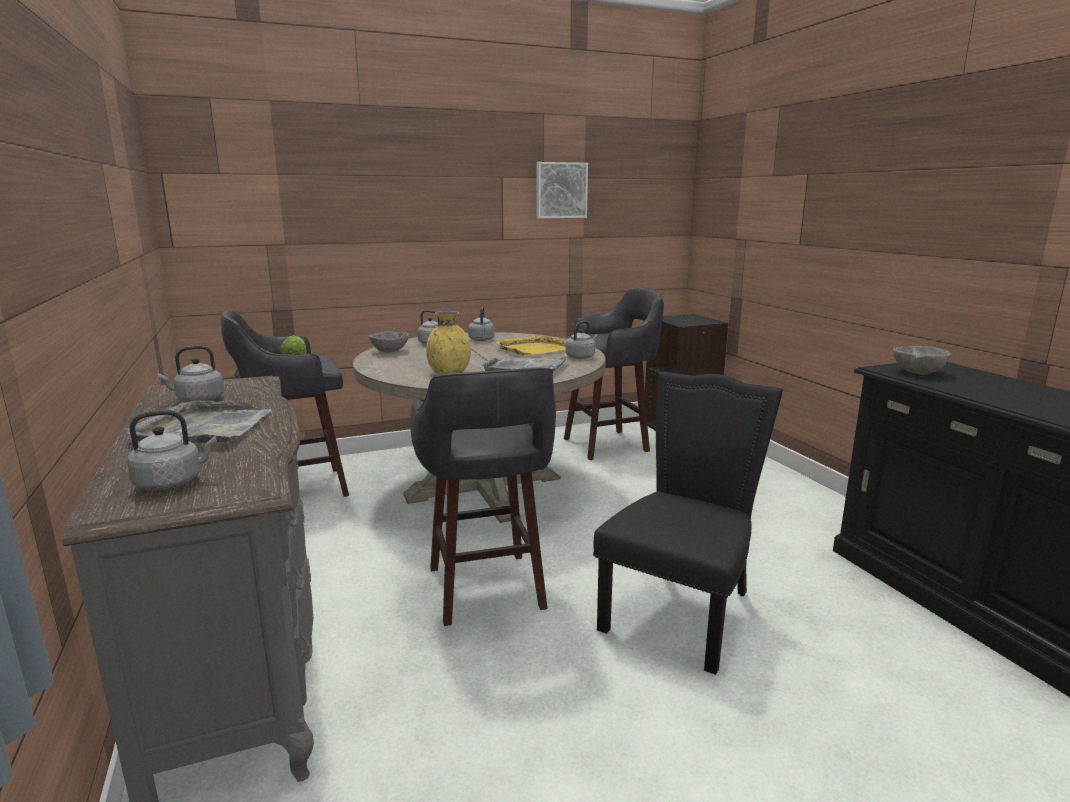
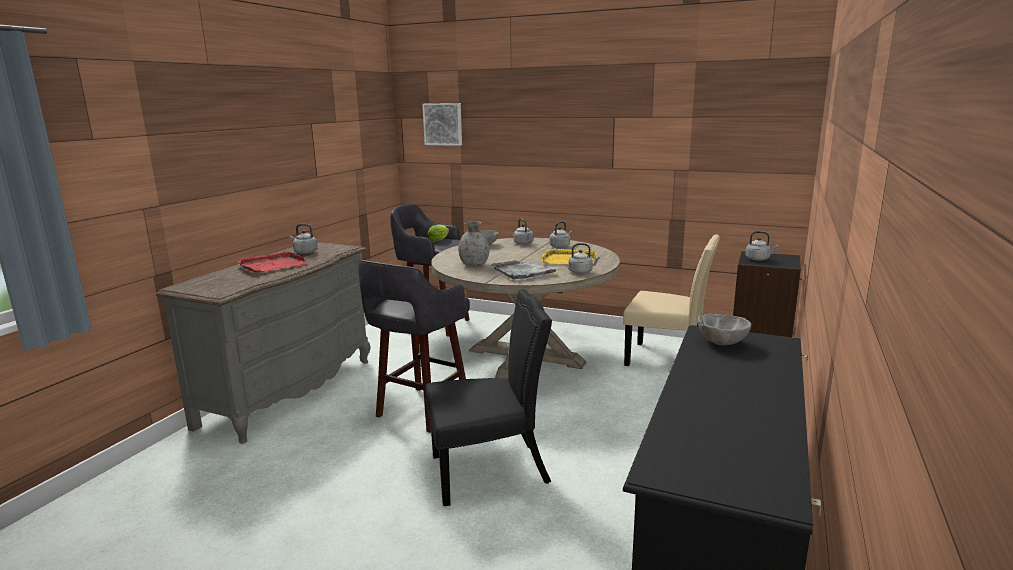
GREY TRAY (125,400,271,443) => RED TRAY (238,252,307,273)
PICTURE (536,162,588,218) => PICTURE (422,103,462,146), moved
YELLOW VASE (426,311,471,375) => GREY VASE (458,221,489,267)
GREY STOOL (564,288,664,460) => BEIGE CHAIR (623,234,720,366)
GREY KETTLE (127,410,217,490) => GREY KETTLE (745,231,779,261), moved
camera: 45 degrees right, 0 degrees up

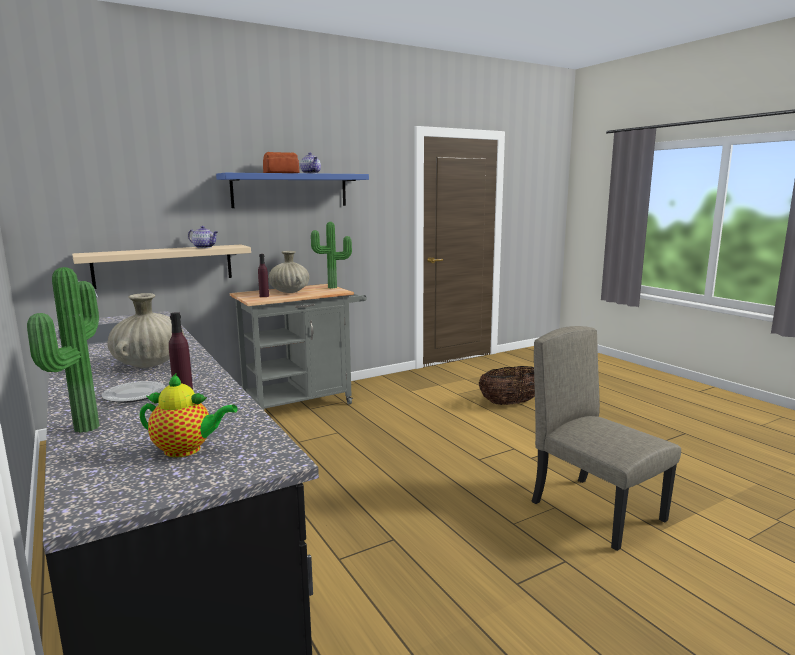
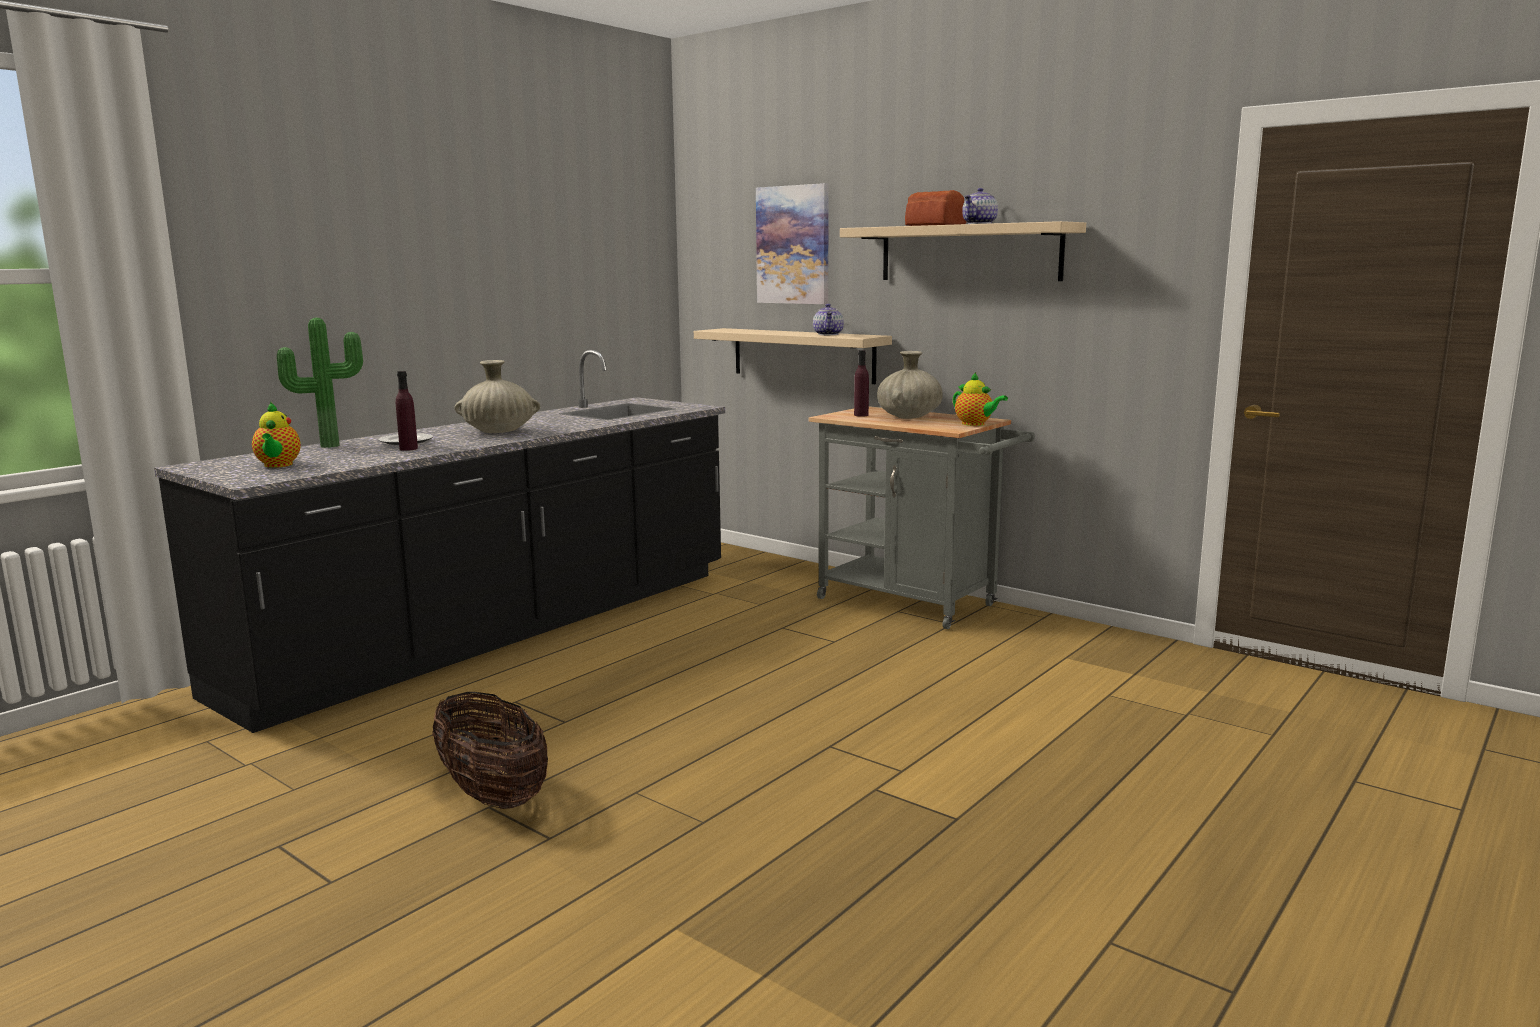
BASKET (479,366,535,405) => BASKET (432,692,548,809), moved
nothing => PICTURE (756,183,829,304)
BLUE SHELF (216,173,369,208) => BEIGE SHELF (840,221,1086,281)
POTTED PLANT (311,222,352,288) => TEAPOT (953,372,1008,426)
BEIGE CHAIR (531,326,681,551) => nothing
camera: 70 degrees right, 0 degrees up

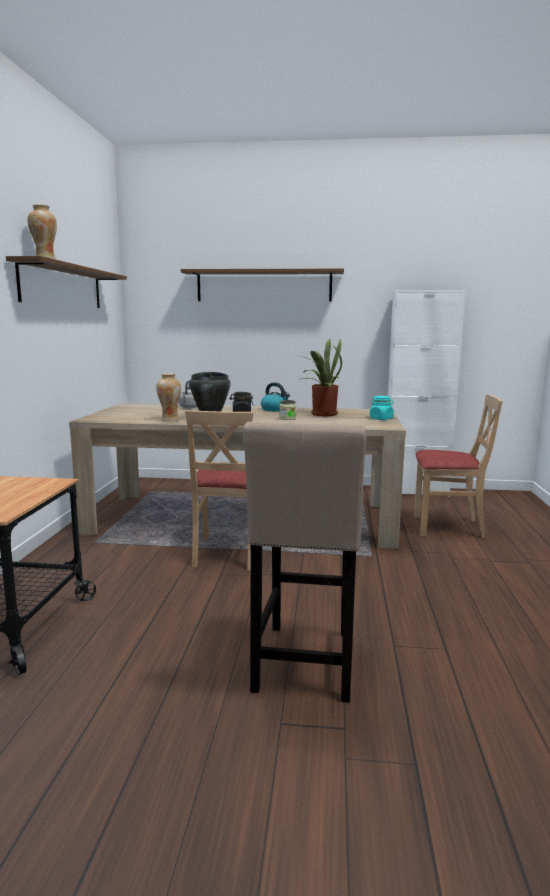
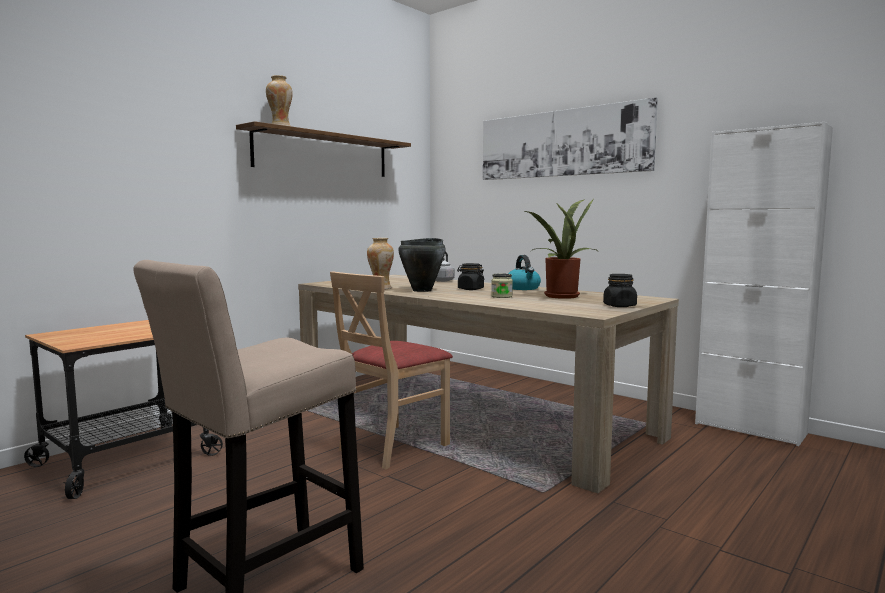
SHELF (181,269,344,302) => PICTURE (483,98,658,180)
TURQUOISE JAR (370,396,394,420) => BLACK JAR (603,274,637,307)
BEIGE CHAIR (414,394,502,538) => nothing
camera: 35 degrees right, 5 degrees down

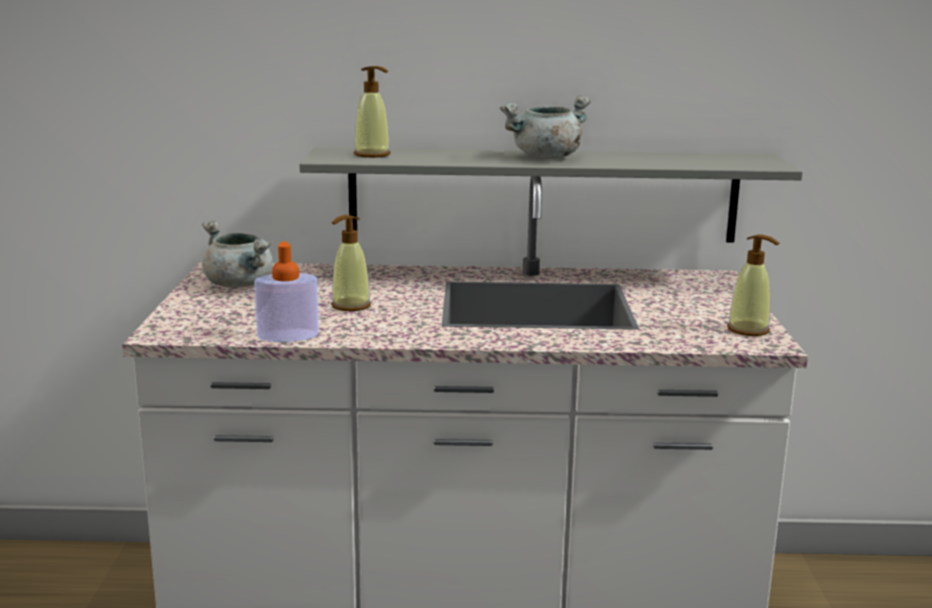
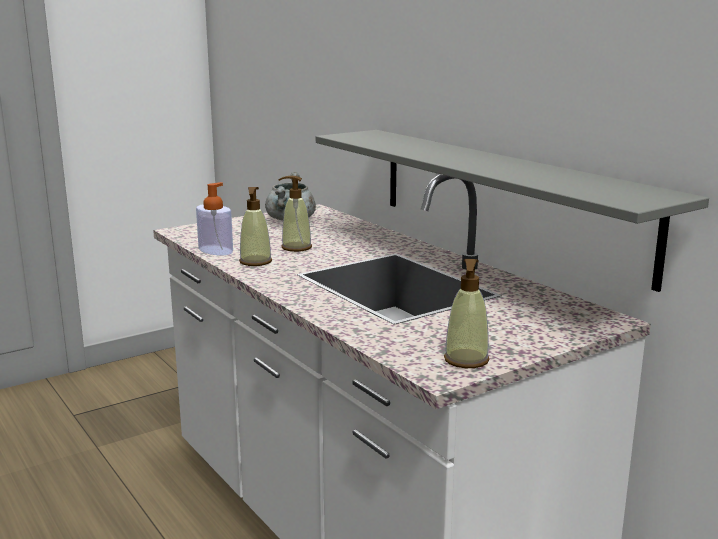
SOAP DISPENSER (354,66,391,158) => SOAP DISPENSER (239,187,272,266), moved
GREY COOKING POT (500,96,591,159) => nothing
camera: 55 degrees right, 0 degrees up

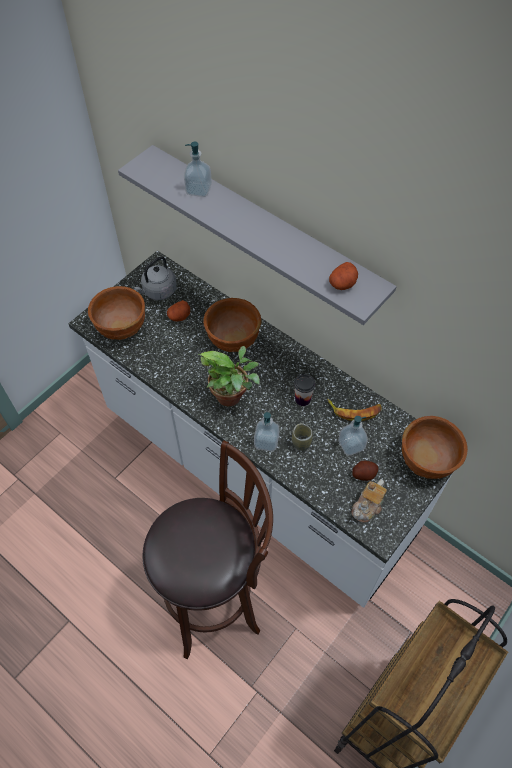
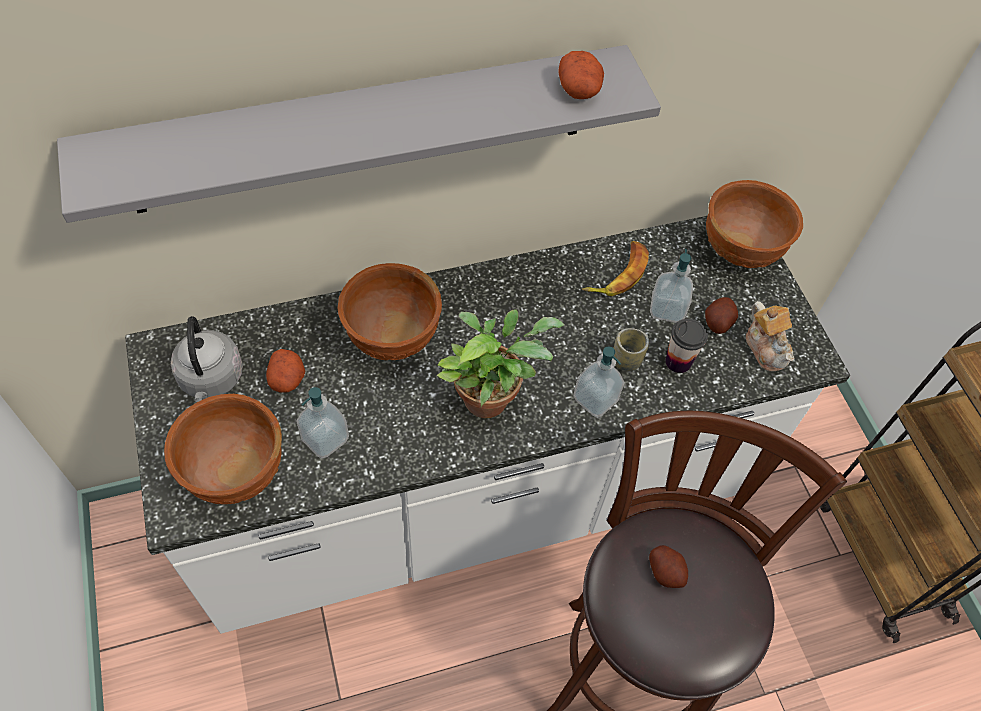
SOAP DISPENSER (184,141,212,197) => SOAP DISPENSER (296,387,349,458), moved
nothing => POTATO (649,545,688,588)
CUP (294,374,315,406) => CUP (665,319,708,373), moved
camera: 60 degrees left, 0 degrees up

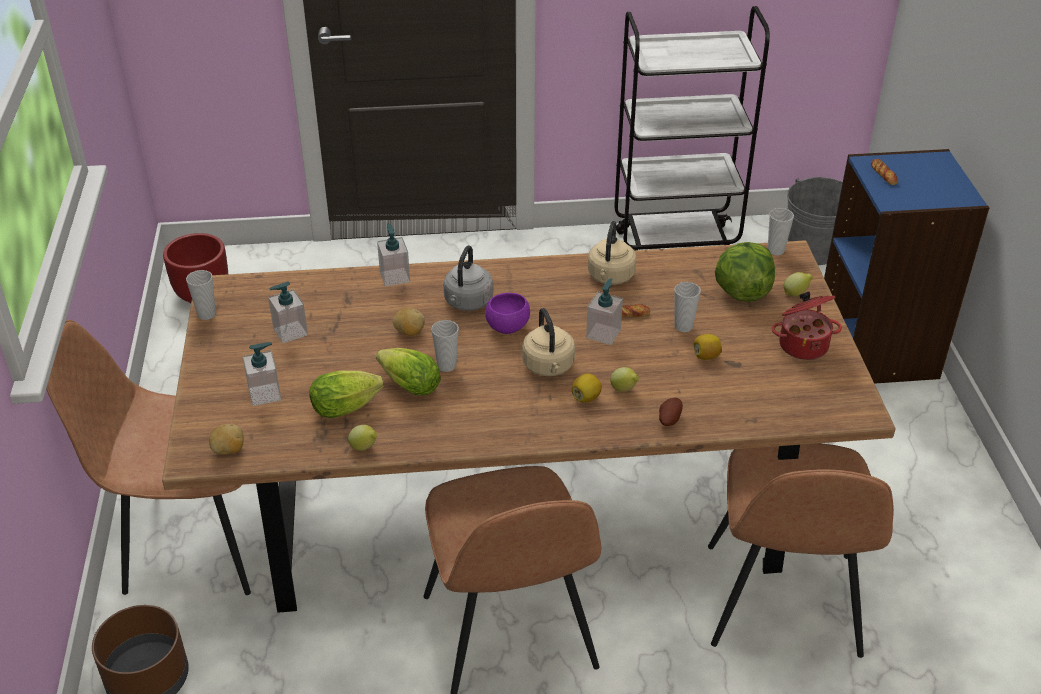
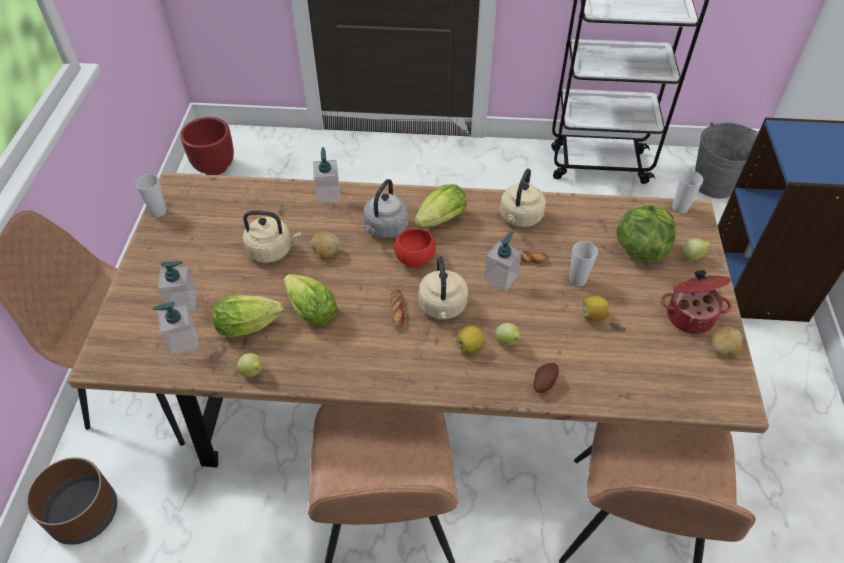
SOAP DISPENSER (268,282,308,343) => SOAP DISPENSER (153,302,199,356), moved
nothing => BEIGE KETTLE (243,210,301,263)
BREAD (871,159,898,185) => BREAD (390,289,405,330), moved
PURPLE BOWL (485,293,530,334) => RED BOWL (394,228,436,267)
nothing => LETTUCE (414,184,467,227)
POTATO (209,424,244,455) => POTATO (712,327,743,355), moved
CUP (431,320,459,372) => nothing
camera: 10 degrees right, 10 degrees up

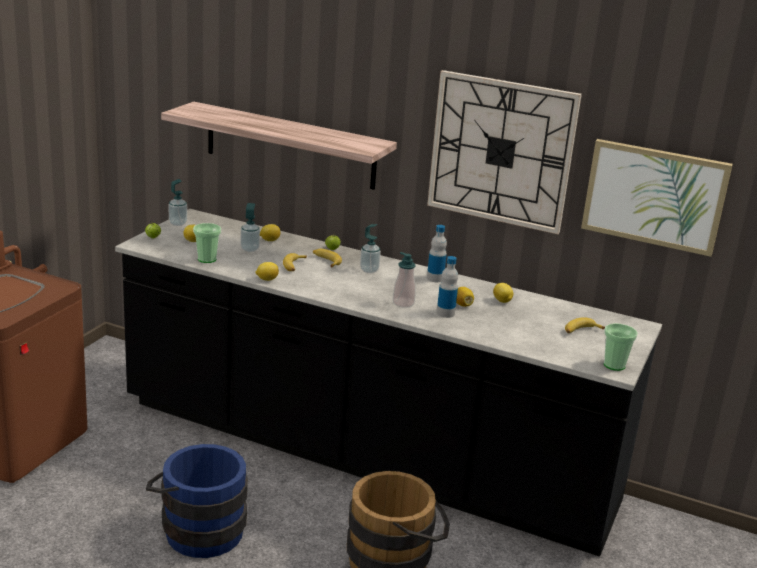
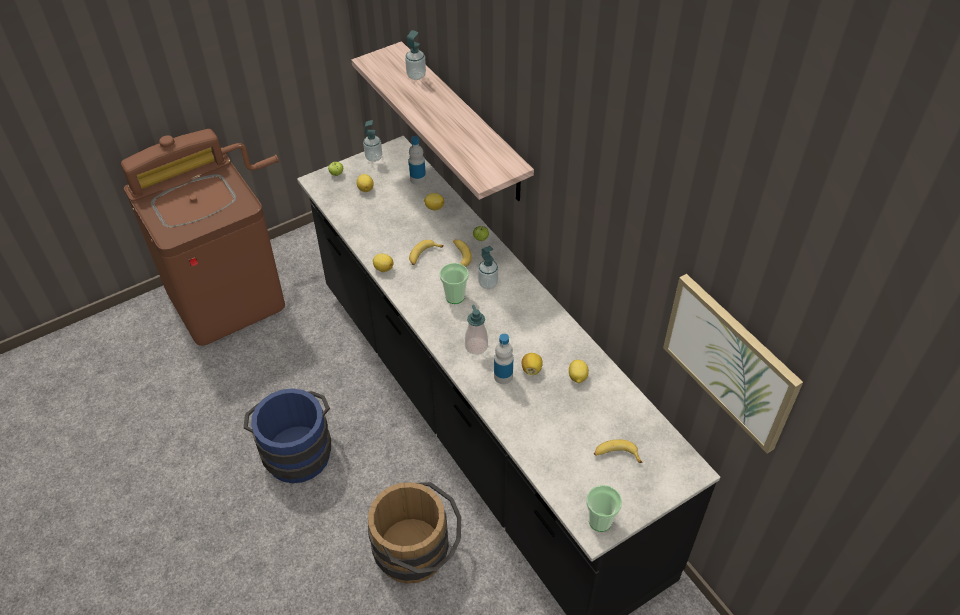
SOAP DISPENSER (241,203,260,252) => SOAP DISPENSER (405,30,426,80), moved
BOTTLE (427,225,447,282) => BOTTLE (409,136,426,185), moved
CUP (193,223,221,263) => CUP (439,263,469,304), moved
WALL CLOCK (427,70,582,234) => nothing
camera: 35 degrees right, 25 degrees up

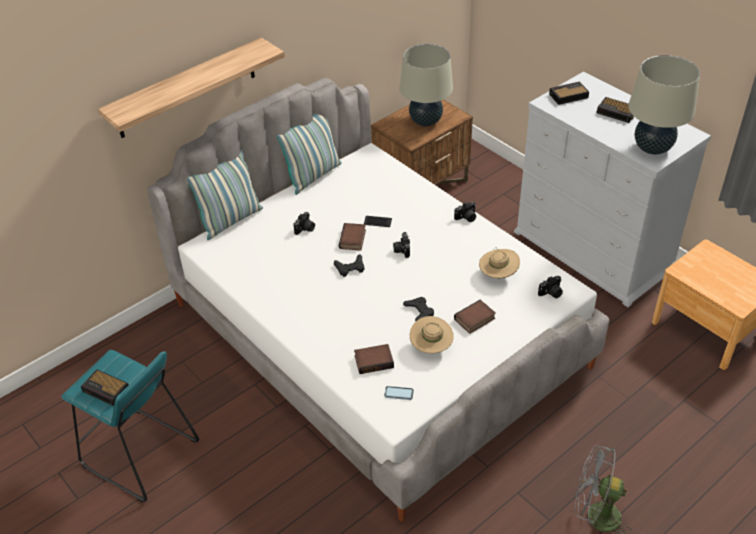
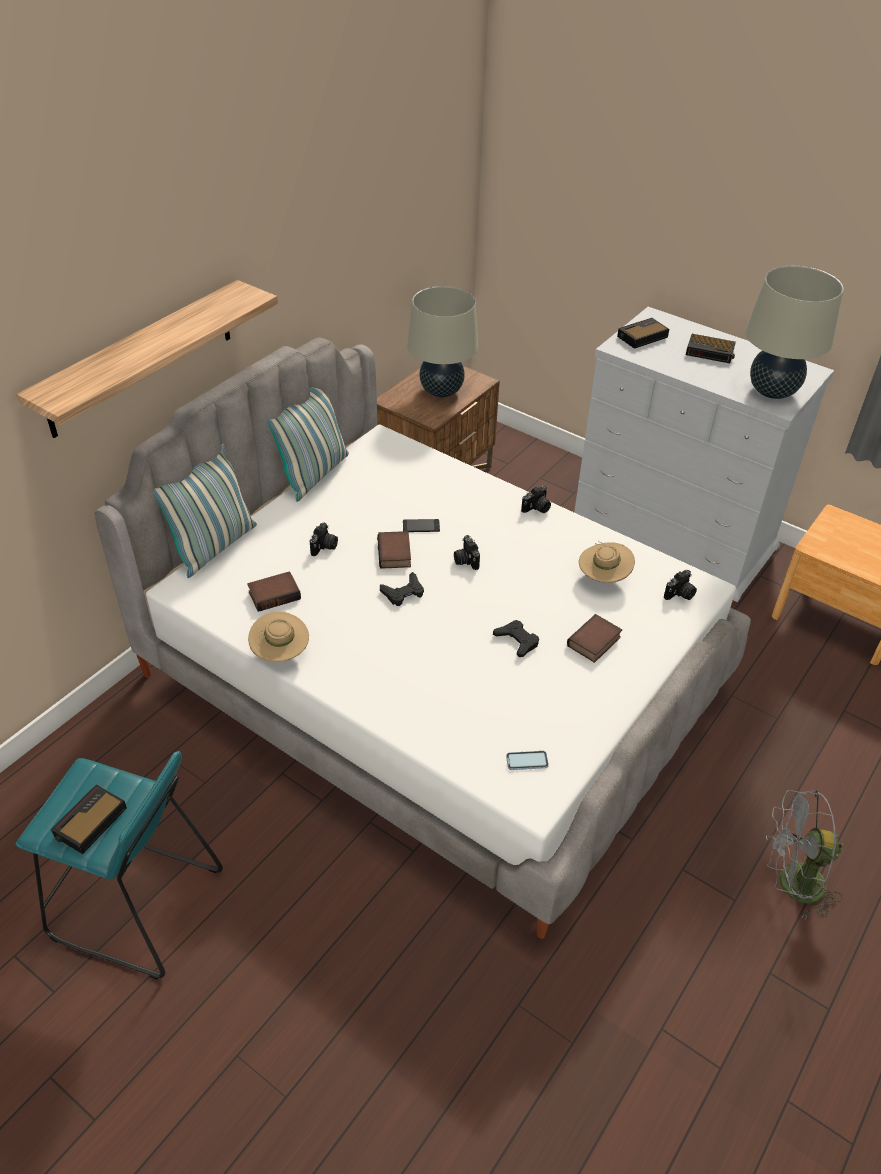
ALARM CLOCK (81,370,129,406) => ALARM CLOCK (51,784,127,854), 105 degrees clockwise
BOOK (354,344,394,374) => BOOK (247,571,301,612), moved
BEIGE HAT (410,316,454,353) => BEIGE HAT (248,612,309,662), moved
camera: 15 degrees left, 0 degrees up

